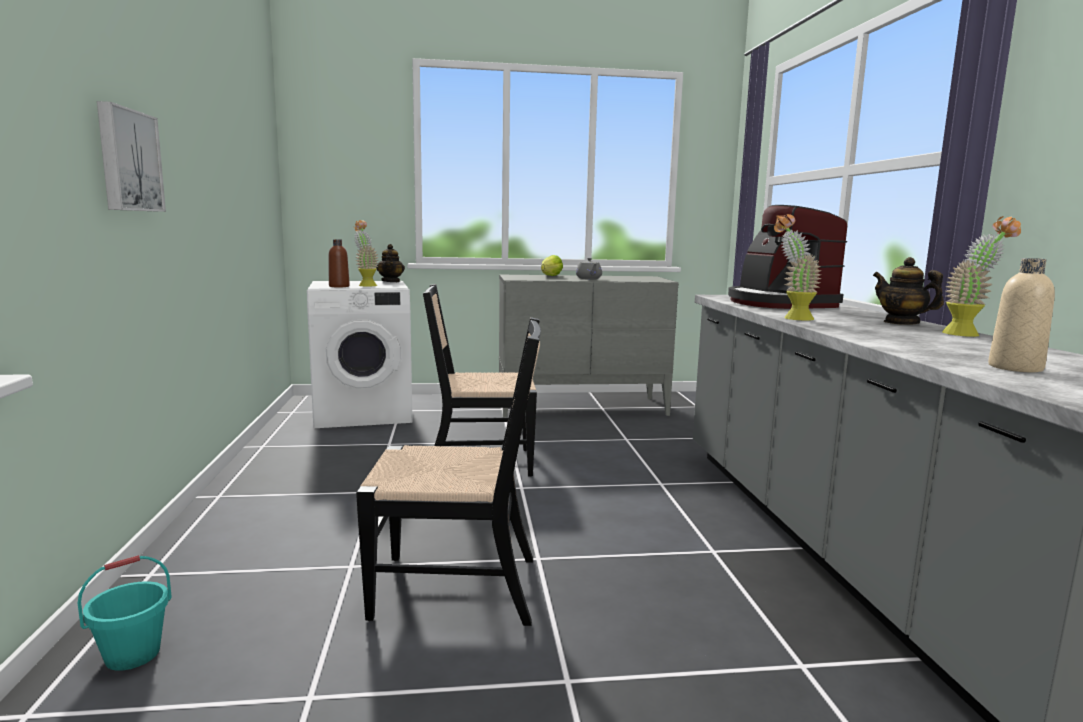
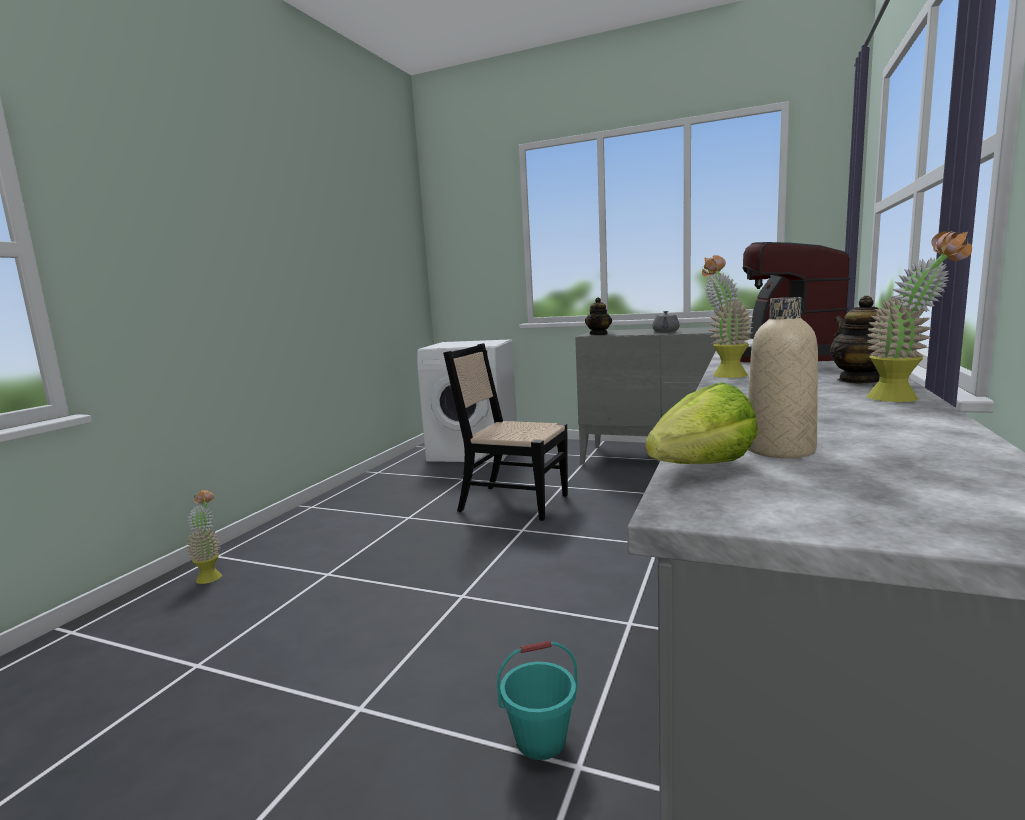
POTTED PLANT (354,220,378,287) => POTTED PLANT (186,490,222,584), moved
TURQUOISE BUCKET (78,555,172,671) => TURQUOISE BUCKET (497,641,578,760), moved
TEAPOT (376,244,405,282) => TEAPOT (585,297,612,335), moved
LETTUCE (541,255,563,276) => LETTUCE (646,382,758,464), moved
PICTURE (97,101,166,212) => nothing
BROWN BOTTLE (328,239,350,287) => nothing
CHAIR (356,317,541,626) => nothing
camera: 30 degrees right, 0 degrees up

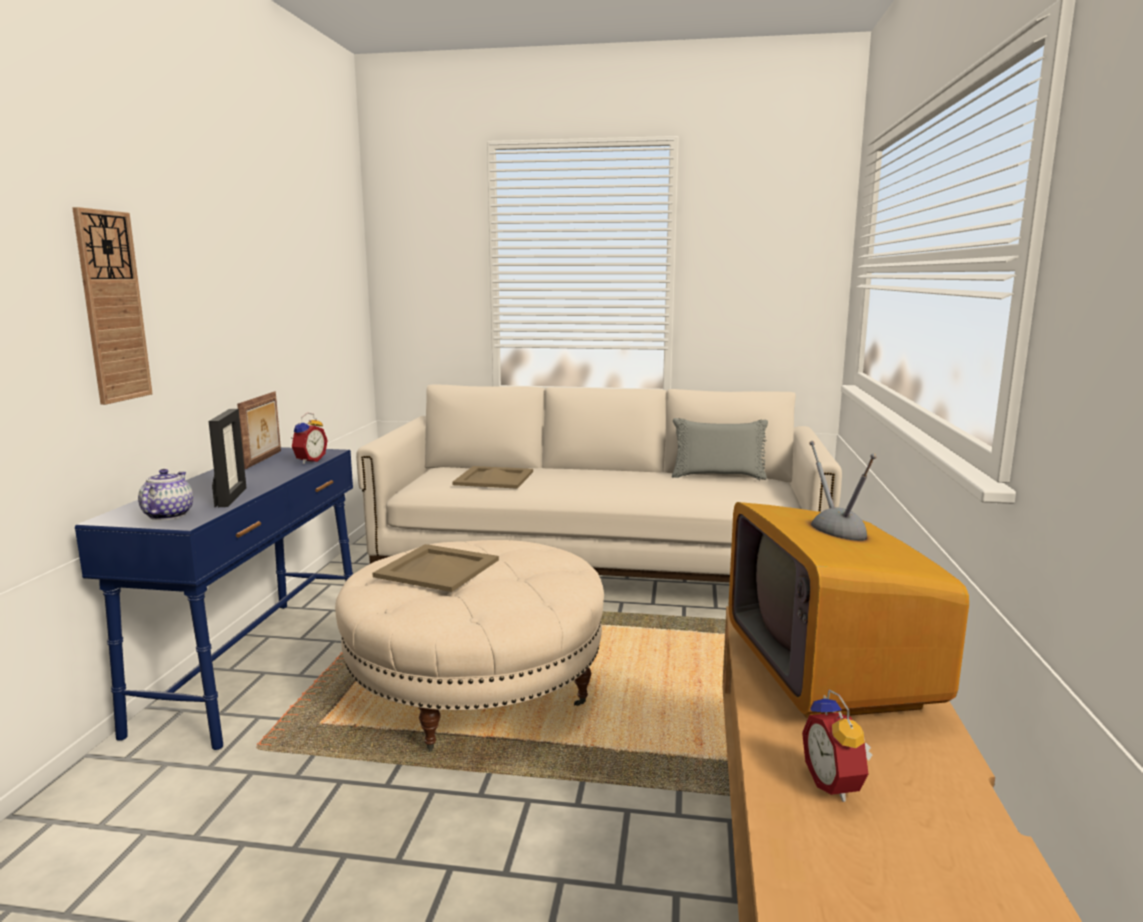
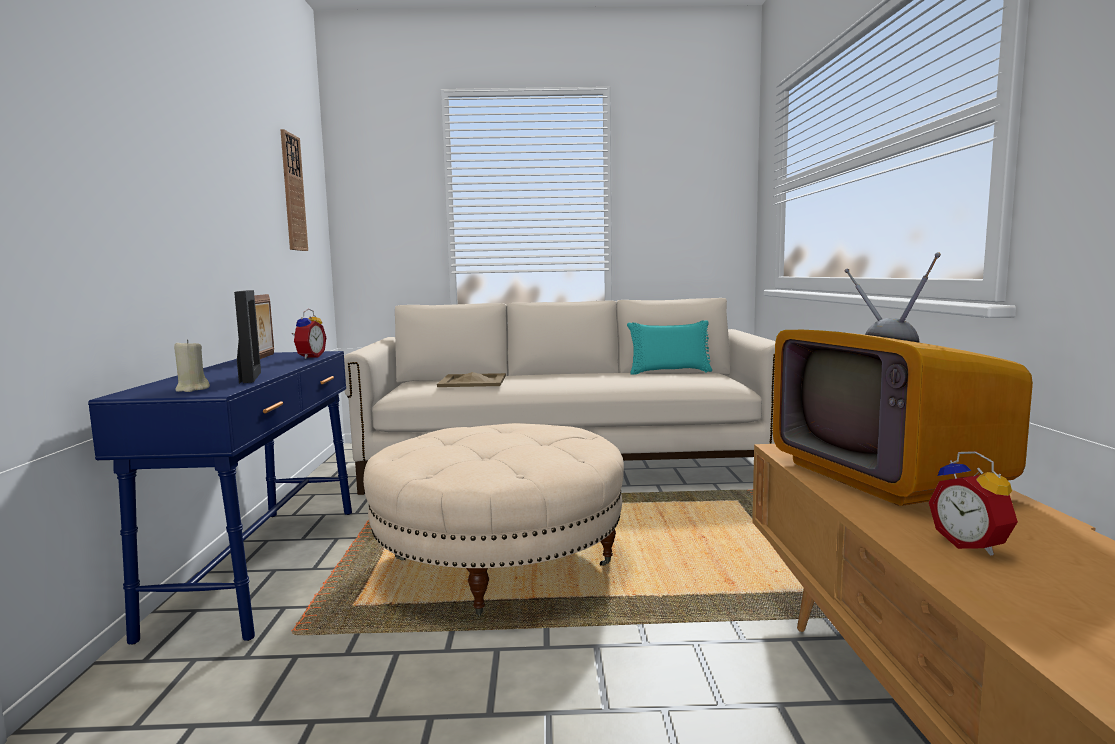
TEAPOT (138,469,193,520) => BEIGE CANDLE (174,339,210,392)
WALL CLOCK (72,207,153,405) => WALL CLOCK (280,129,308,251), moved
GREY PILLOW (672,418,768,480) => TURQUOISE PILLOW (627,320,712,375)
BEIGE TRAY (373,544,499,592) => nothing
camera: 10 degrees left, 5 degrees down

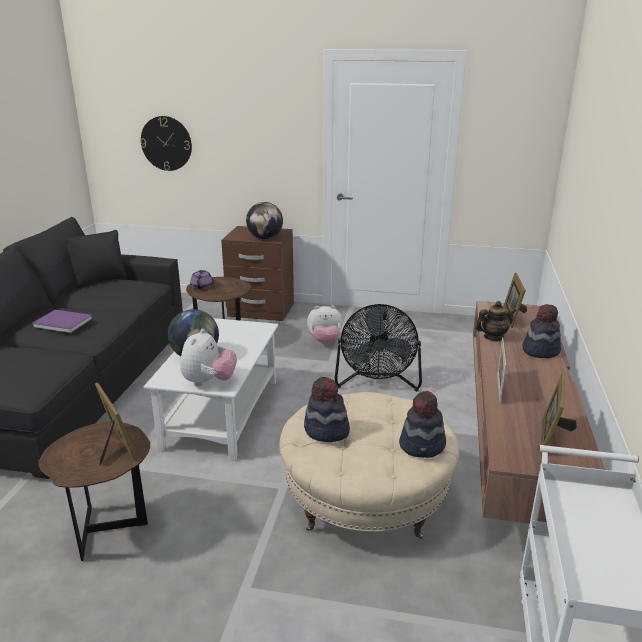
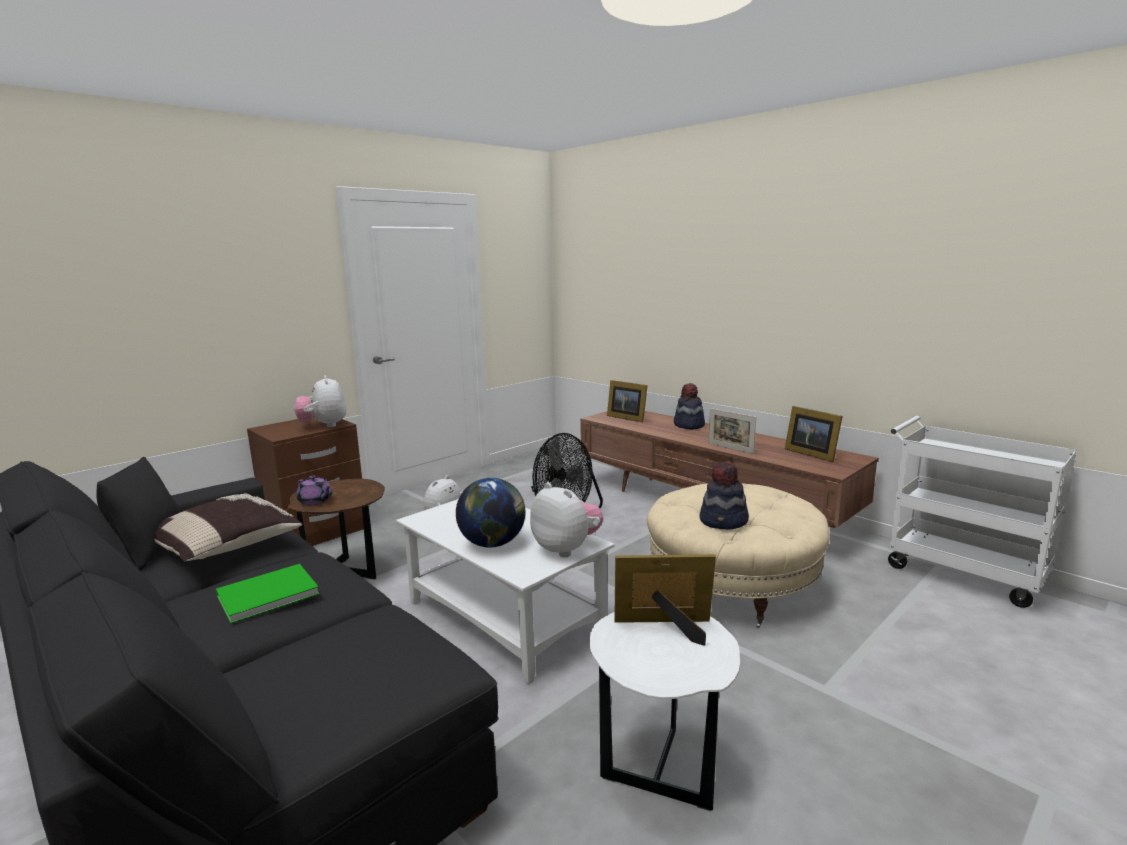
nothing => PILLOW (154,493,302,561)
PURPLE BOOK (32,310,93,333) => GREEN BOOK (216,564,319,624)
GLOBE (246,202,283,239) => PLUSH TOY (294,375,347,427)
BROWN SIDE TABLE (39,422,150,561) => WHITE SIDE TABLE (590,612,740,811)
WALL CLOCK (140,116,192,171) => nothing
HAT (399,390,446,458) => nothing
TEAPOT (476,301,516,341) => nothing
camera: 55 degrees left, 10 degrees down

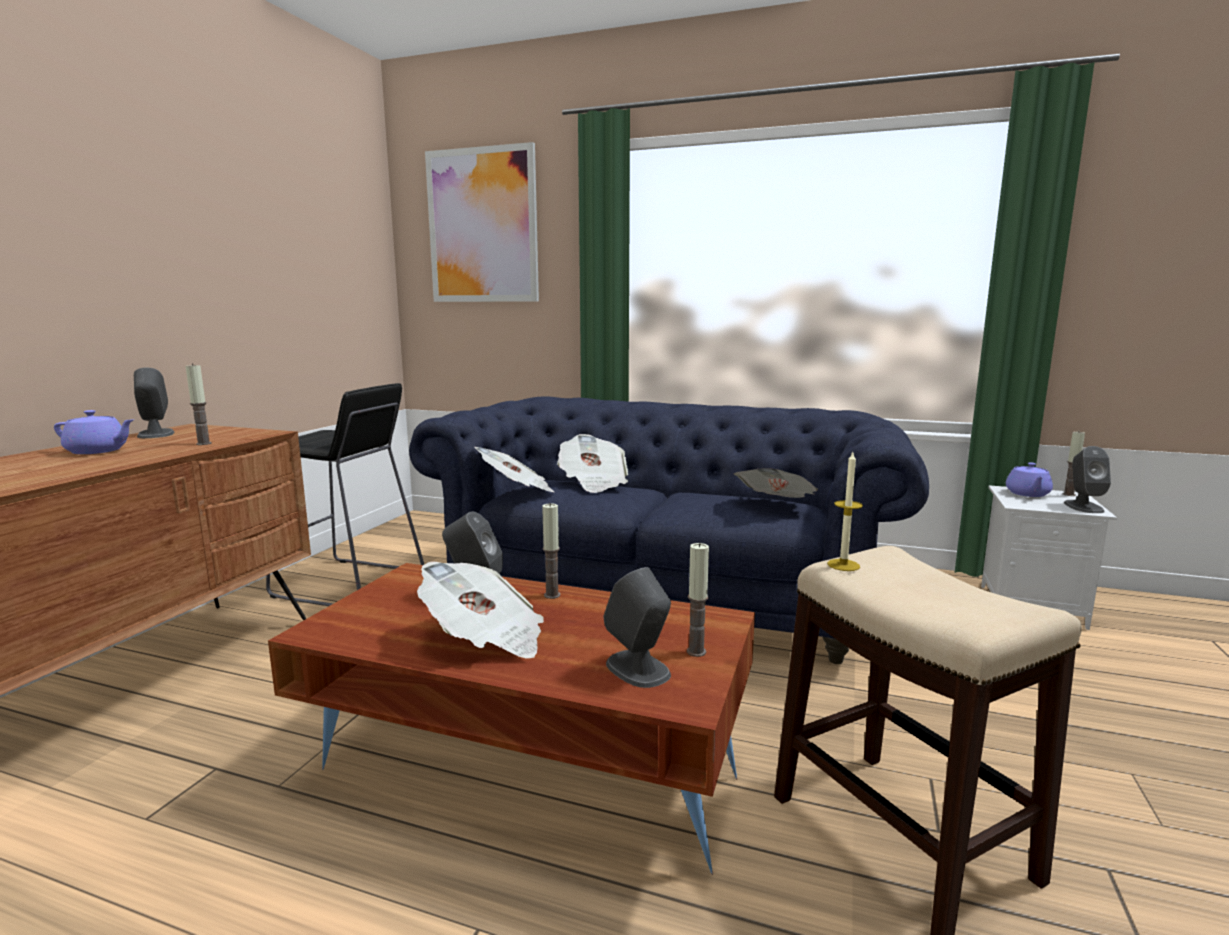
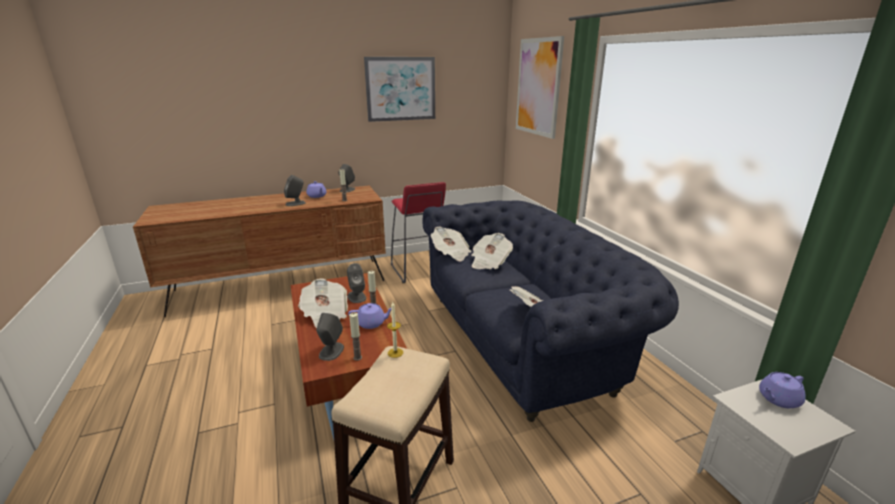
GREY SPEAKER (1064,446,1111,513) => GREY SPEAKER (284,175,306,206), moved
nothing => PURPLE TEAPOT (348,303,391,329)
nothing => PICTURE (364,57,435,122)
BLACK STOOL (266,383,424,606) => RED STOOL (391,182,446,283)
CANDLE (1063,432,1085,496) => nothing
camera: 50 degrees right, 10 degrees up

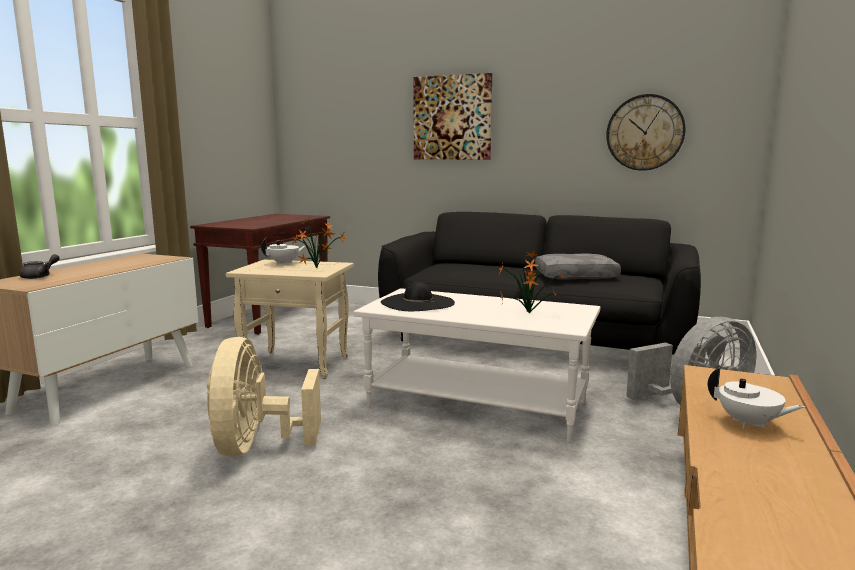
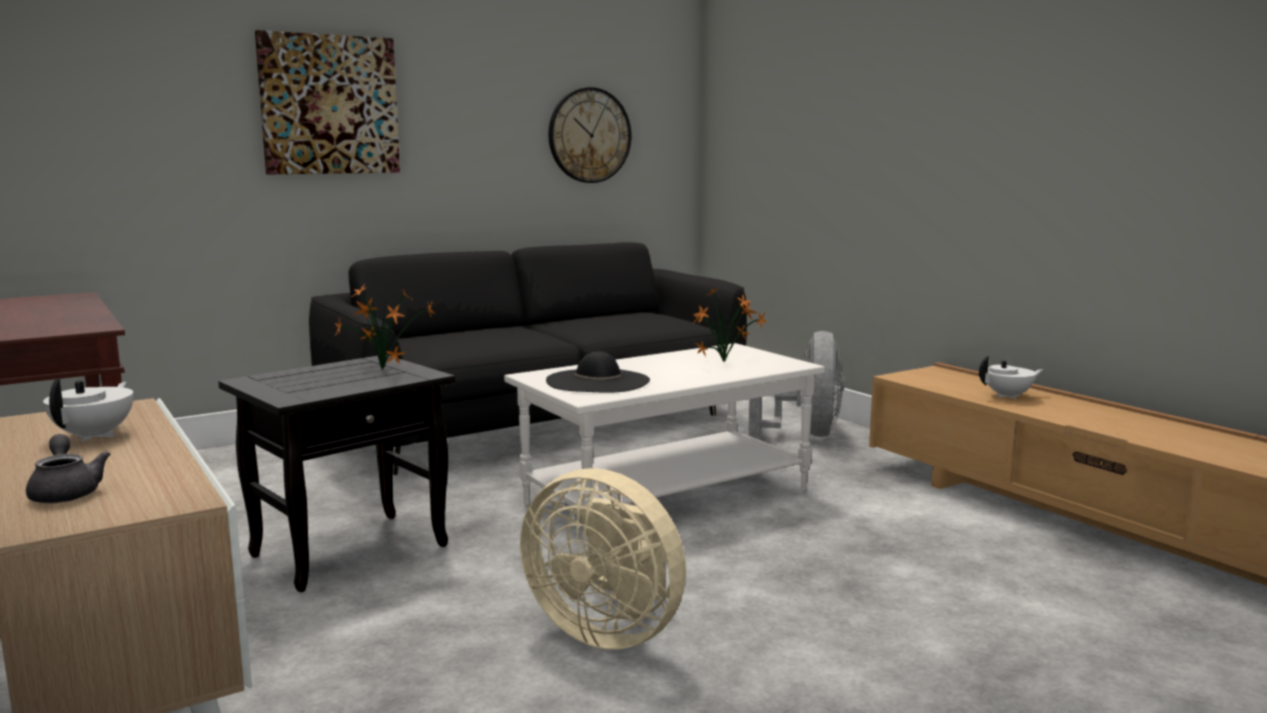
WHITE TEAPOT (261,238,306,265) => WHITE TEAPOT (43,378,133,442), moved
BEIGE SIDE TABLE (226,260,354,379) => BLACK SIDE TABLE (218,355,455,592)
GREY PILLOW (535,254,621,279) => nothing
camera: 55 degrees left, 0 degrees up

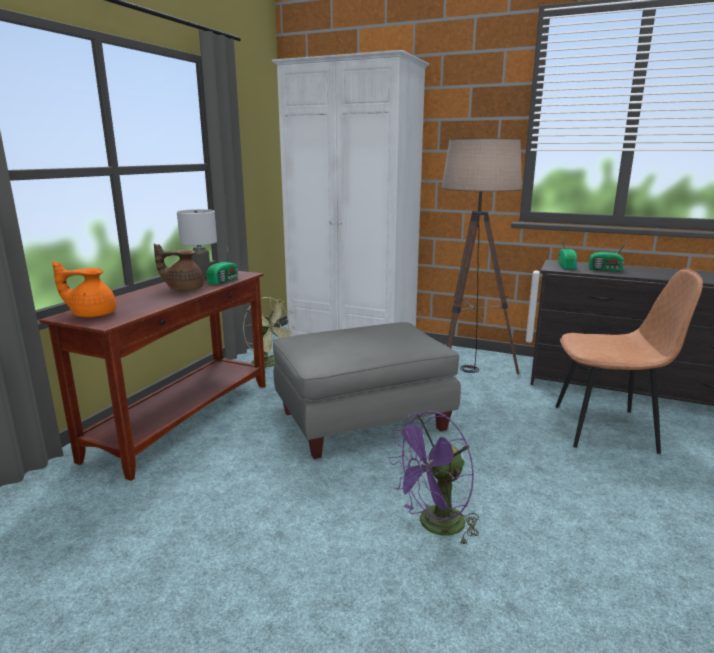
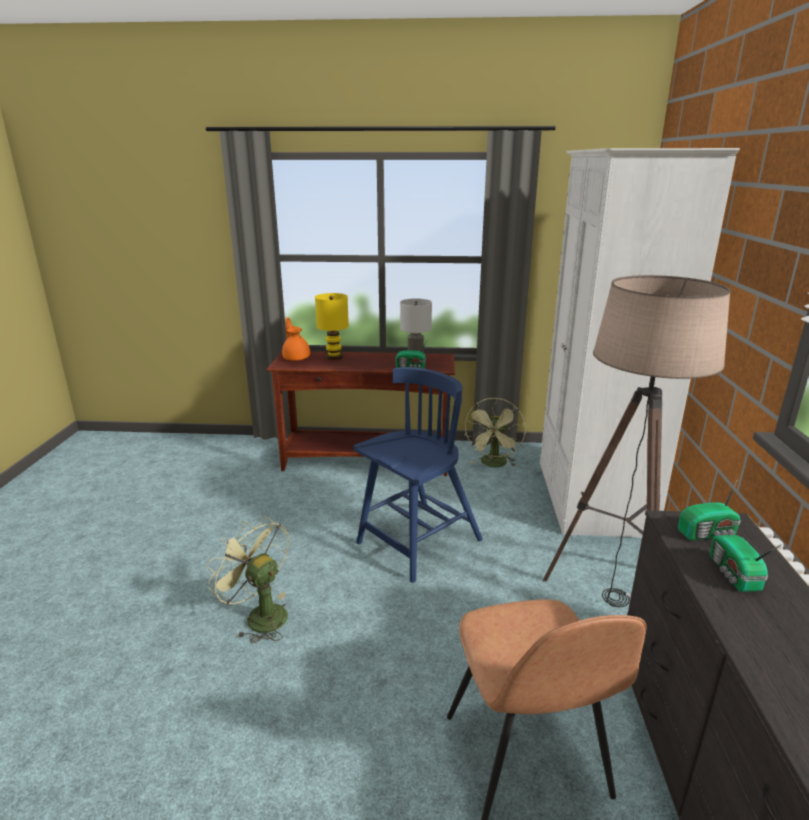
PURPLE FAN (388,411,479,546) => GREEN FAN (206,516,289,643)
nothing => YELLOW TABLE LAMP (315,293,349,360)
GREY OTTOMAN (273,322,461,459) => BLUE CHAIR (353,367,483,583)
BROWN TEAPOT (154,243,204,291) => nothing
camera: 70 degrees right, 5 degrees up

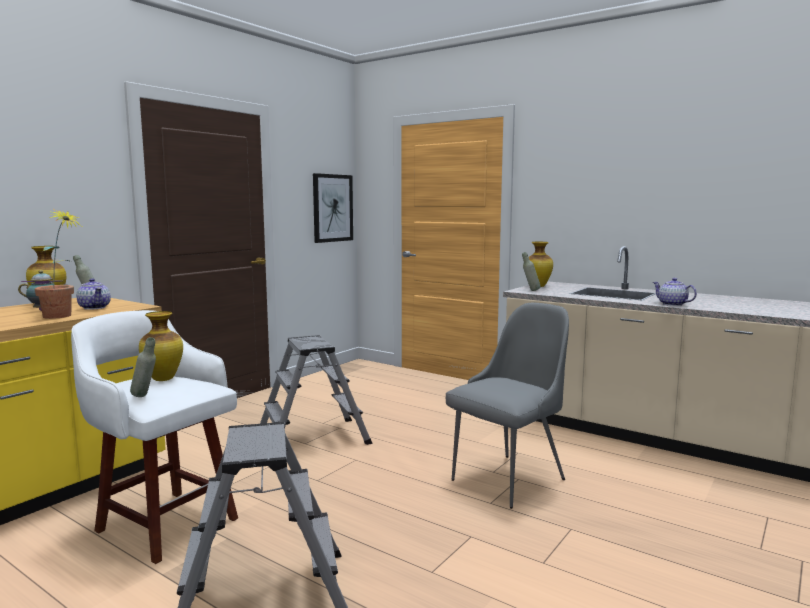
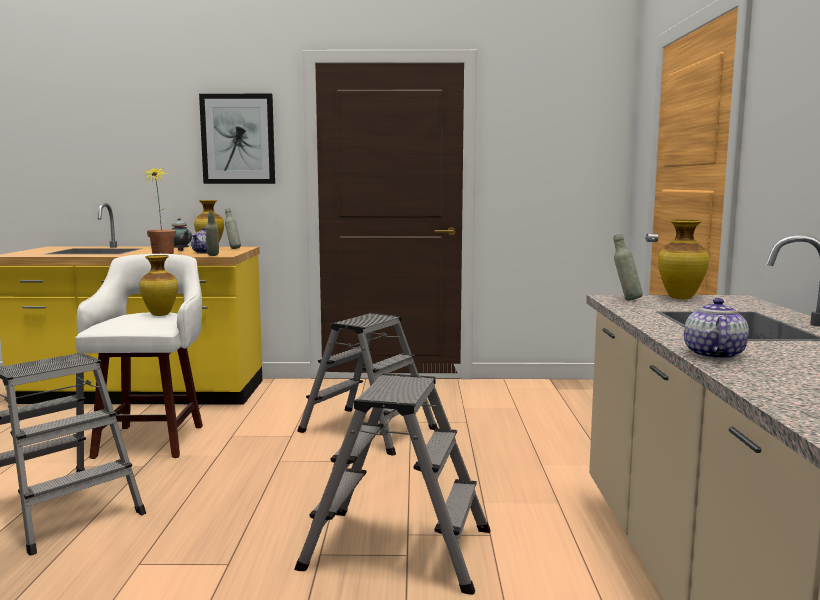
PICTURE (313,173,353,243) => PICTURE (199,94,275,184), moved
GREY BOTTLE (130,337,156,397) => GREY BOTTLE (205,212,219,256), moved
GREY CHAIR (446,303,569,509) => GREY STEP LADDER (294,373,491,595)
camera: 55 degrees right, 0 degrees up

